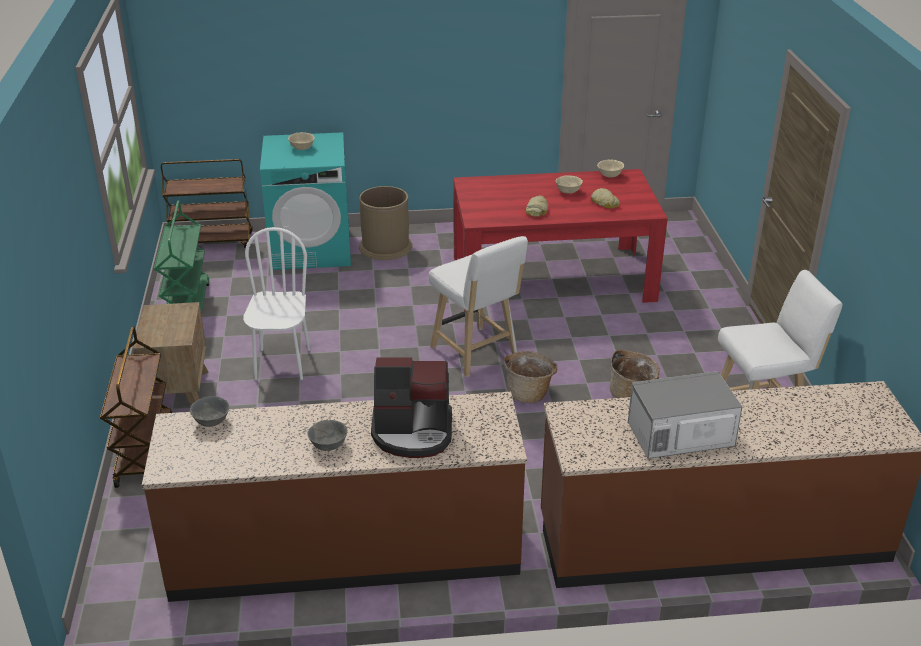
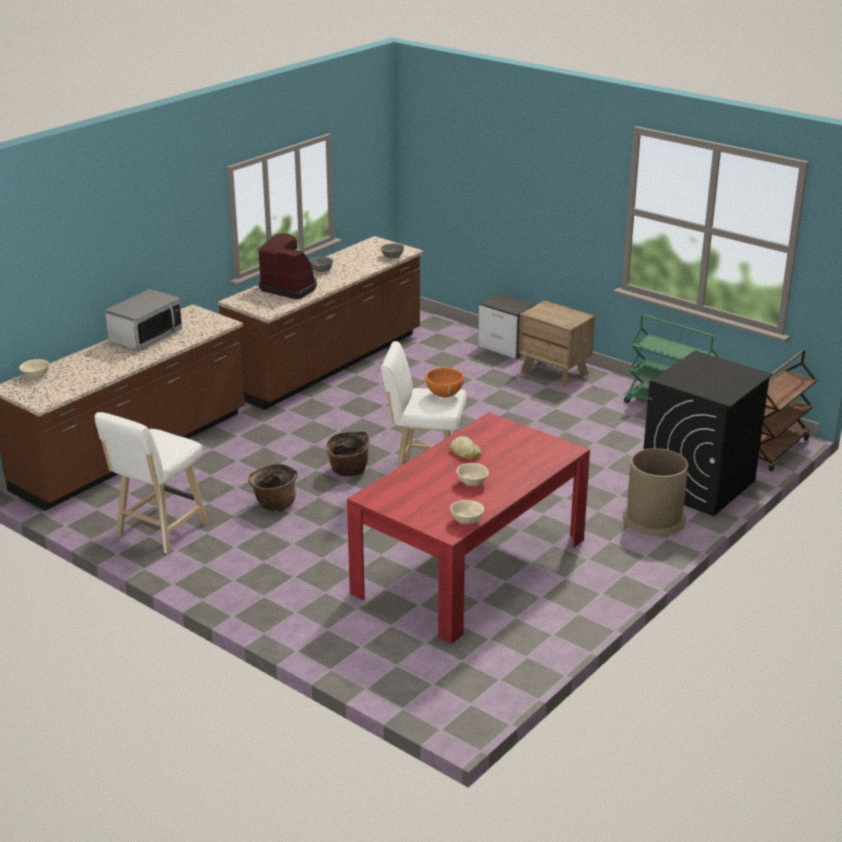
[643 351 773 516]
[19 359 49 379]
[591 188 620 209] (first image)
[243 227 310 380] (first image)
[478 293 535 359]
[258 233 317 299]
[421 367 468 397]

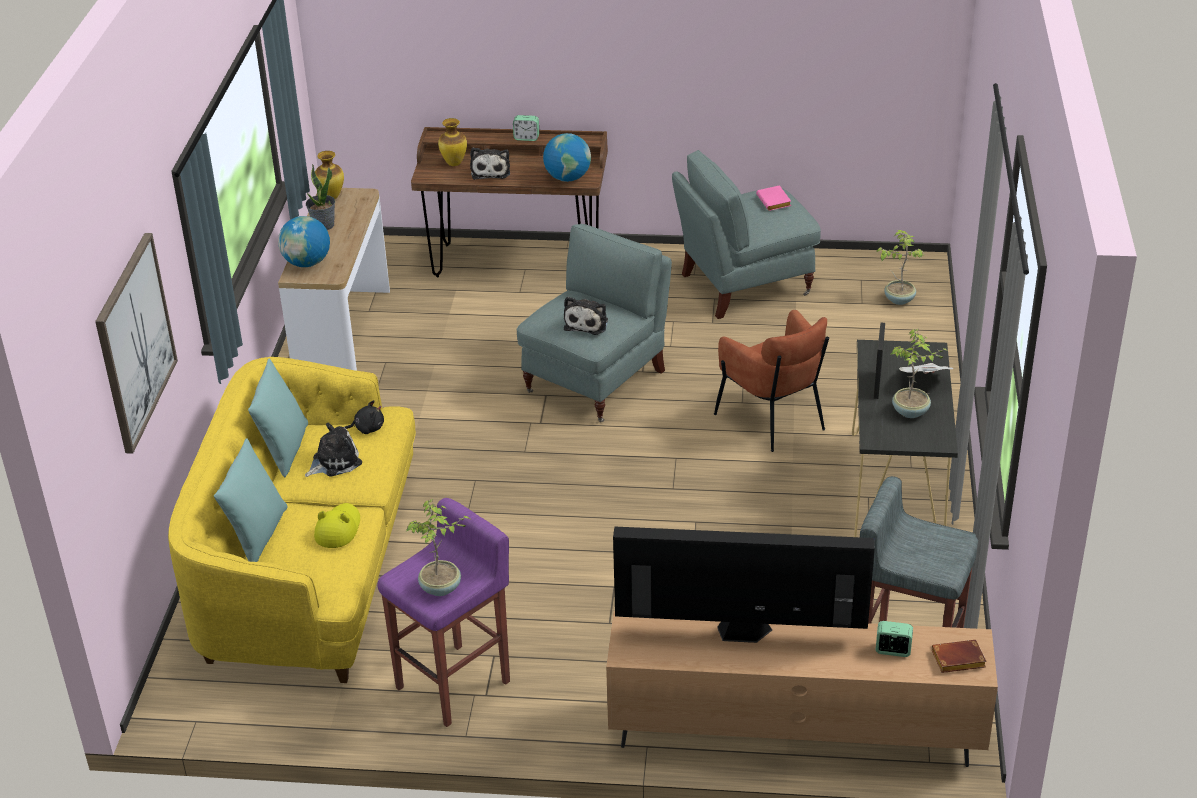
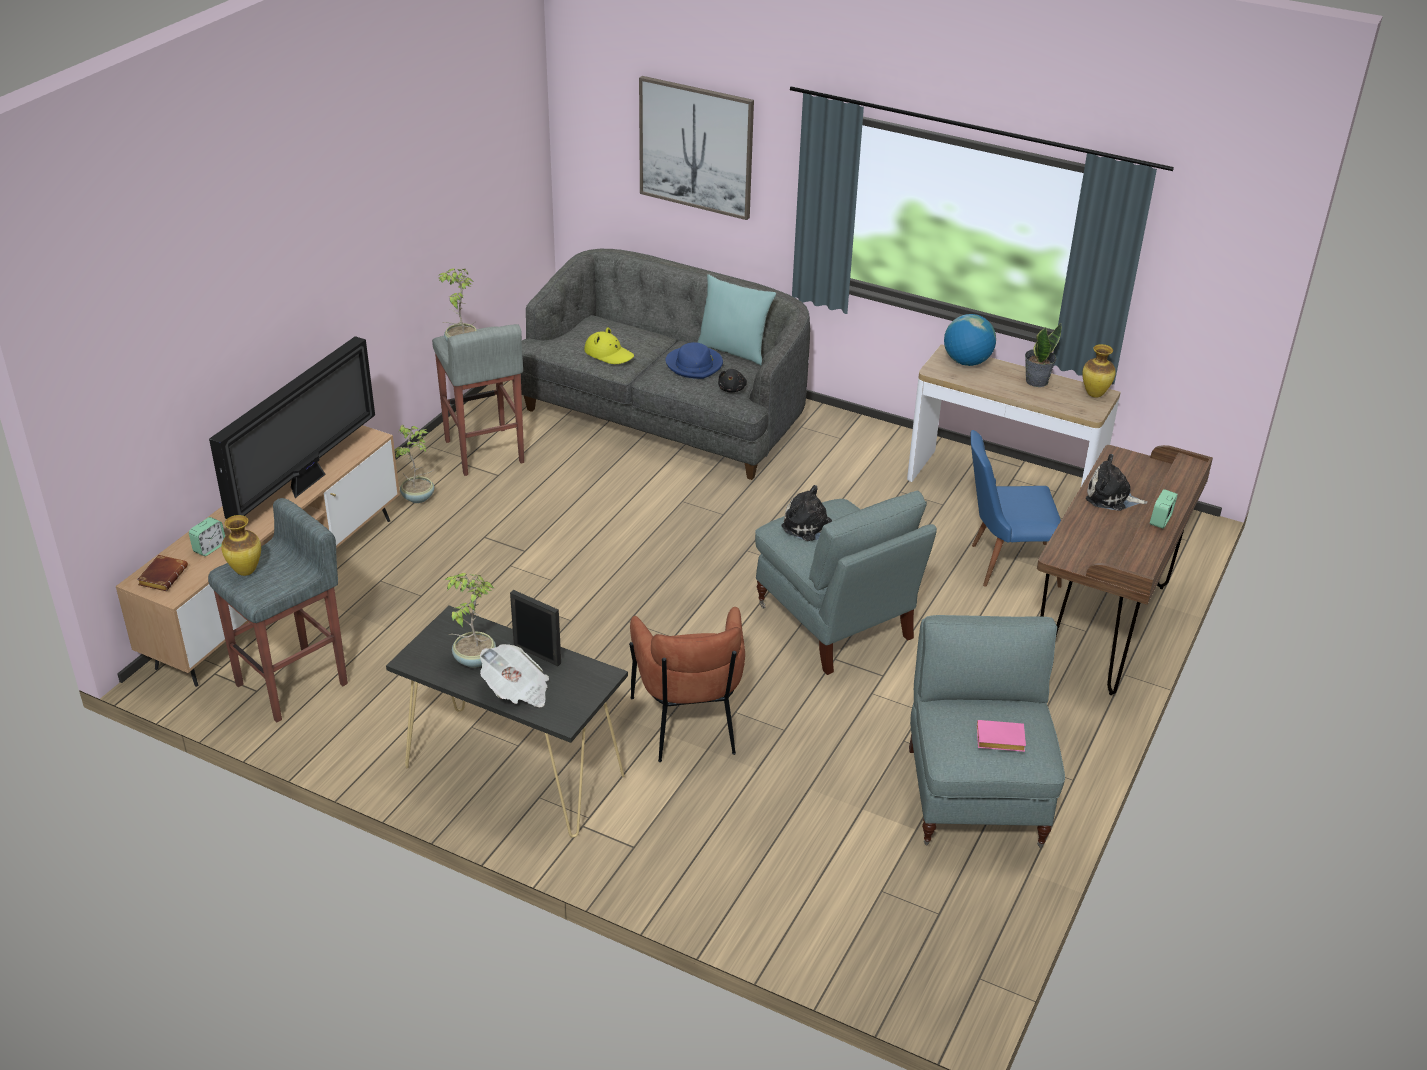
[221 515 261 576]
[543 133 591 182] (first image)
[395 425 435 503]
[629 607 745 762]
[521 249 810 480]
[666 342 723 379]
[214 438 288 562] (first image)
[432 324 524 476]
[970 430 1061 588]

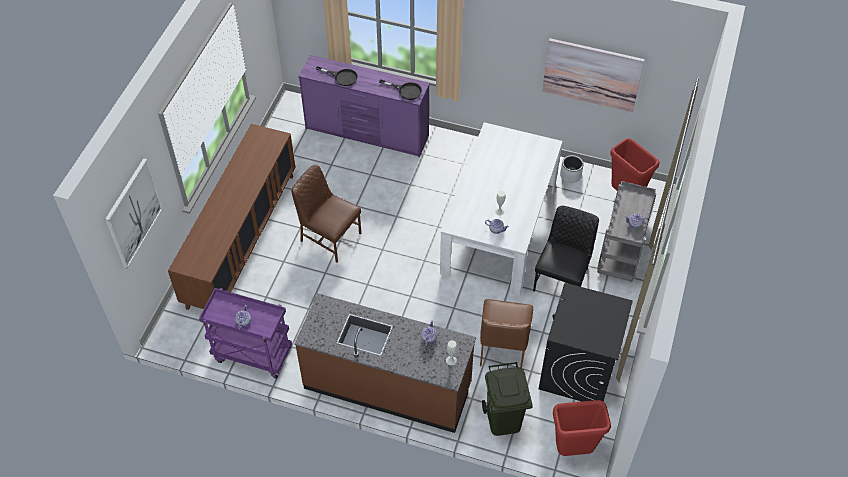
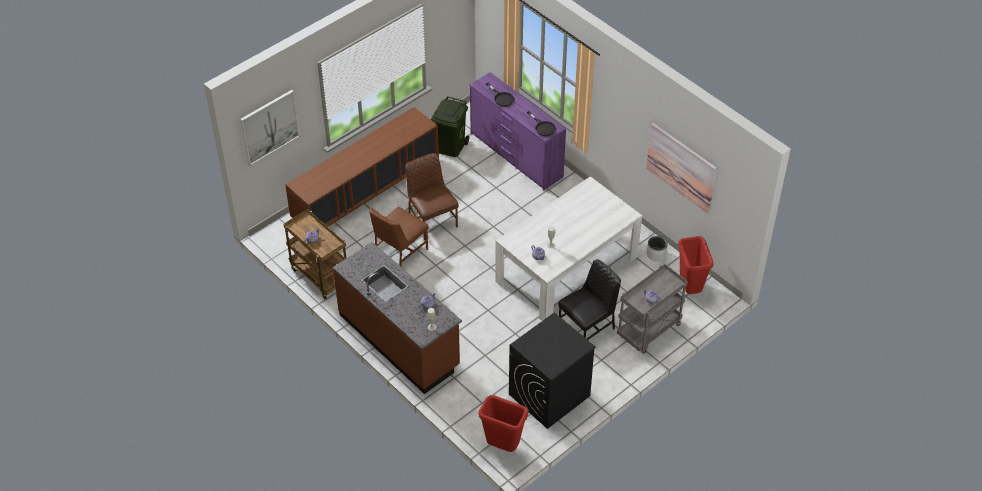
[283 209 346 300]
[369 207 429 267]
[431 96 469 157]

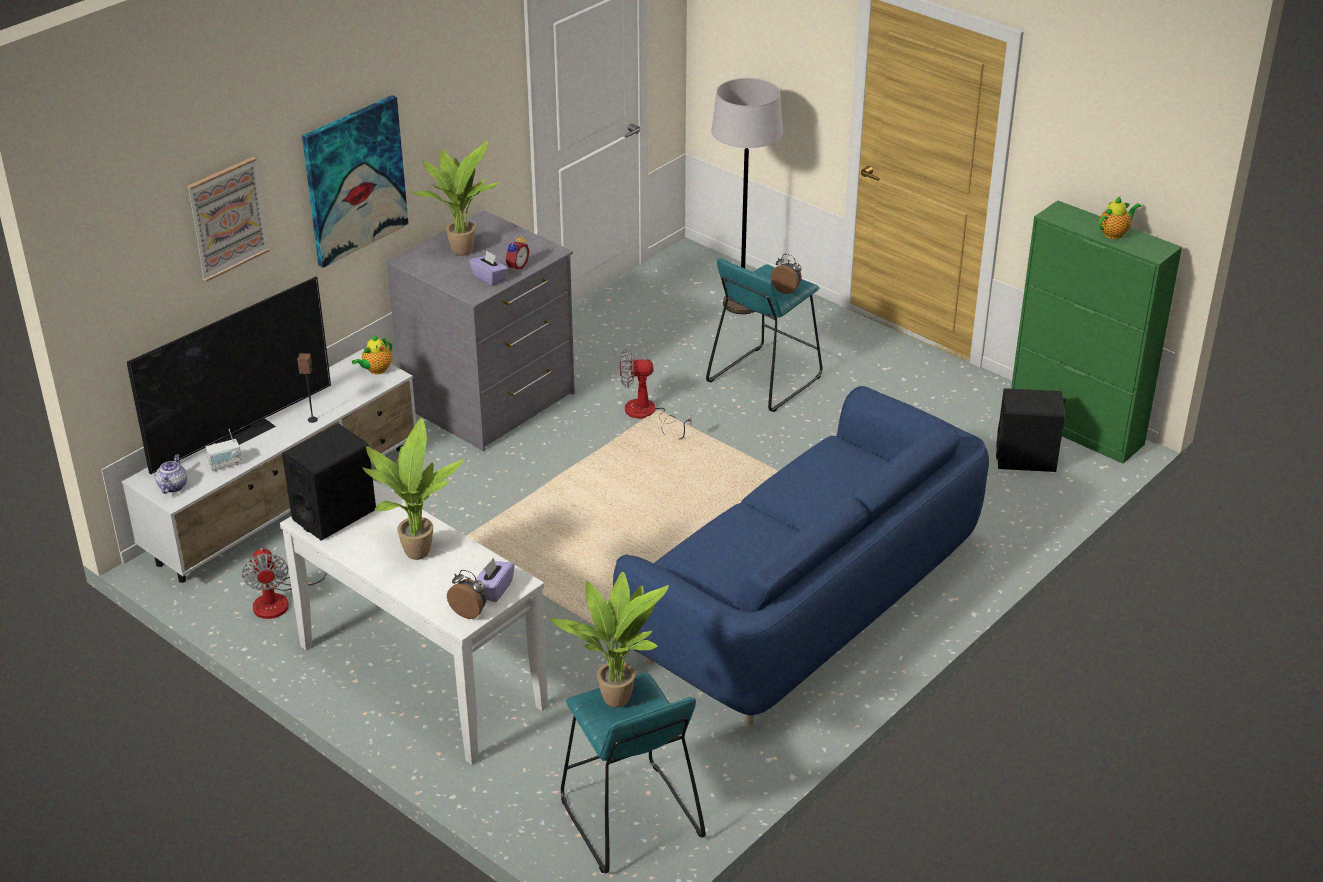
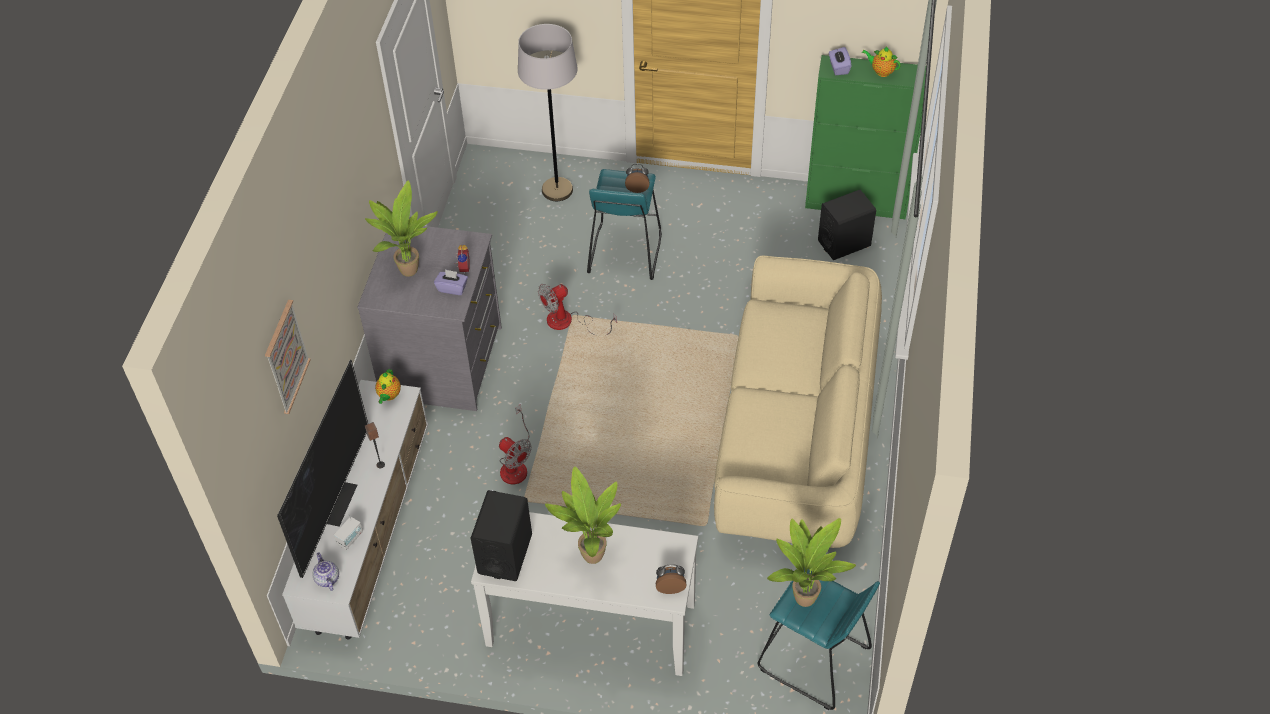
[302 95 409 268] (first image)
[862 46 901 77]
[714 256 882 548]
[499 404 532 484]
[829 47 852 75]

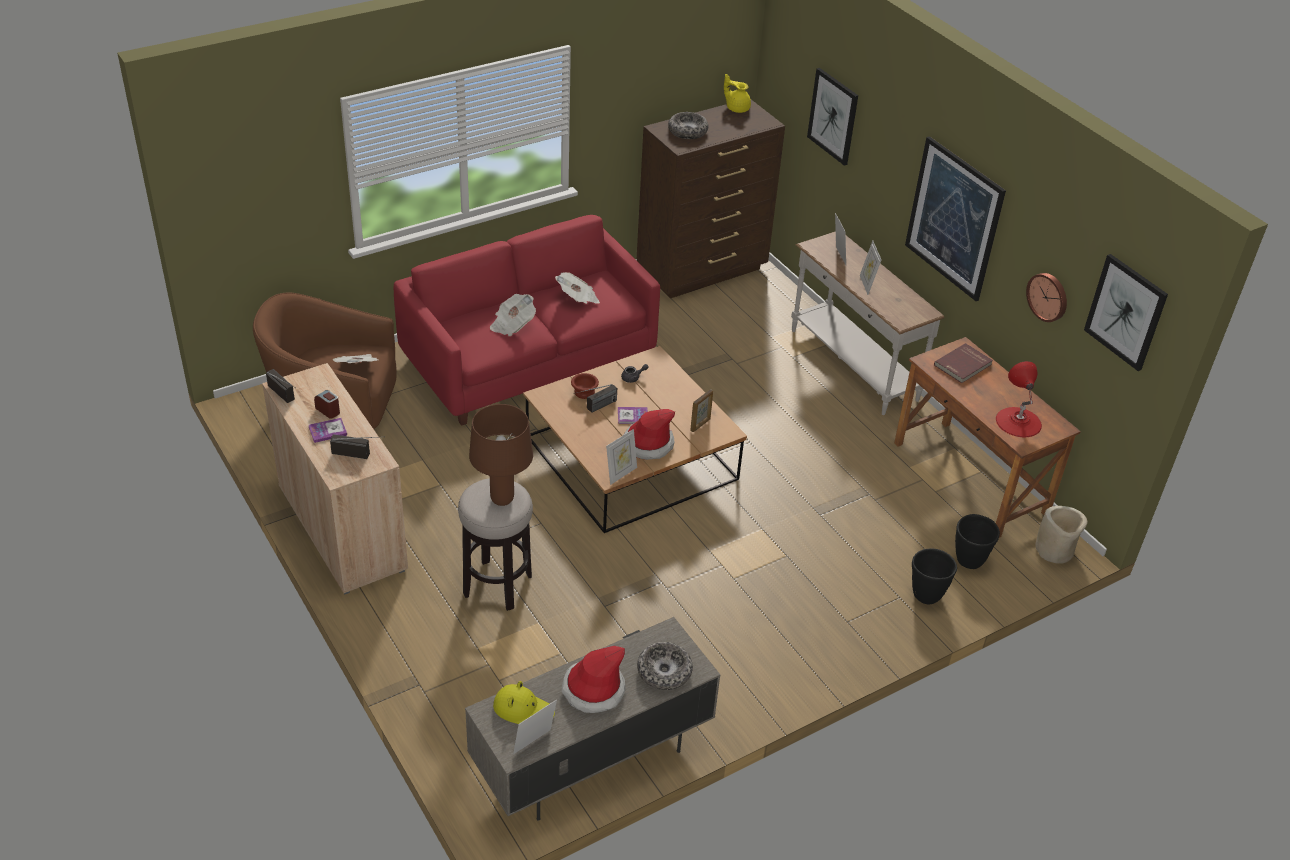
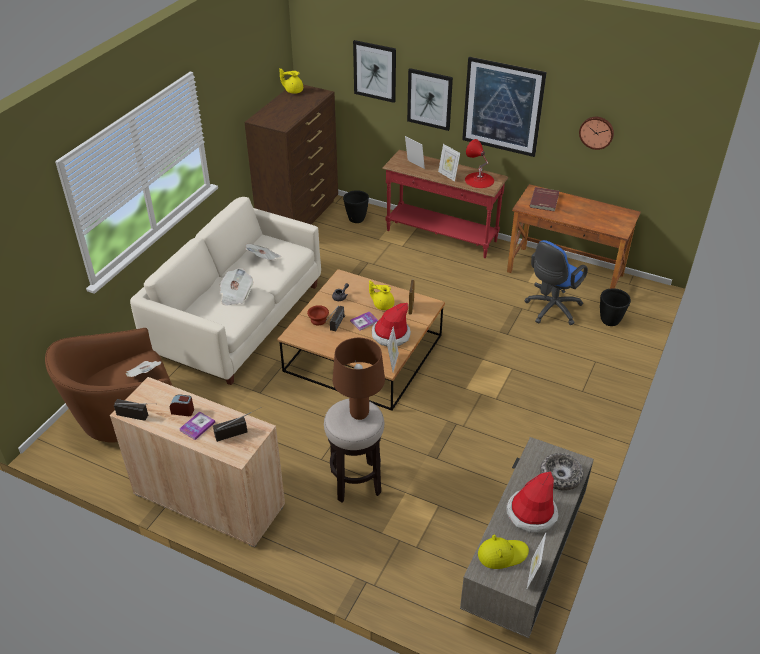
[668 112 708 139] (first image)
[130 197 321 385]
[382 150 508 258]
[407 68 453 131]
[465 139 494 188]
[1035 506 1087 564] (first image)
[343 190 369 223]
[525 240 588 325]
[369 281 394 310]

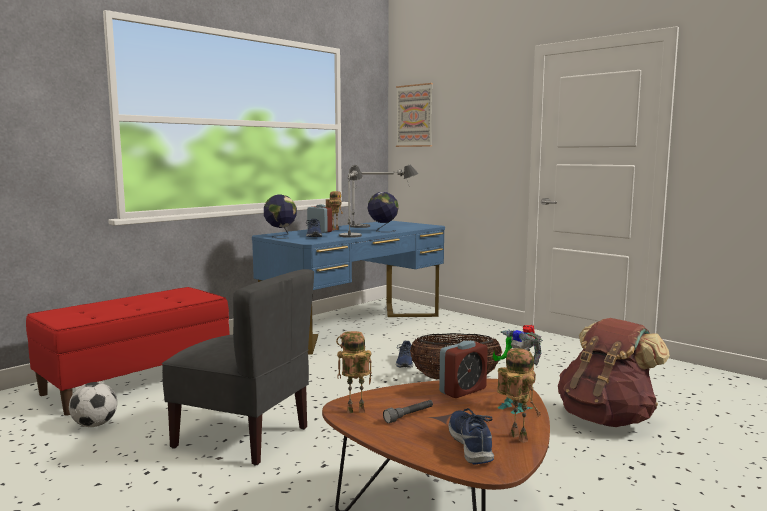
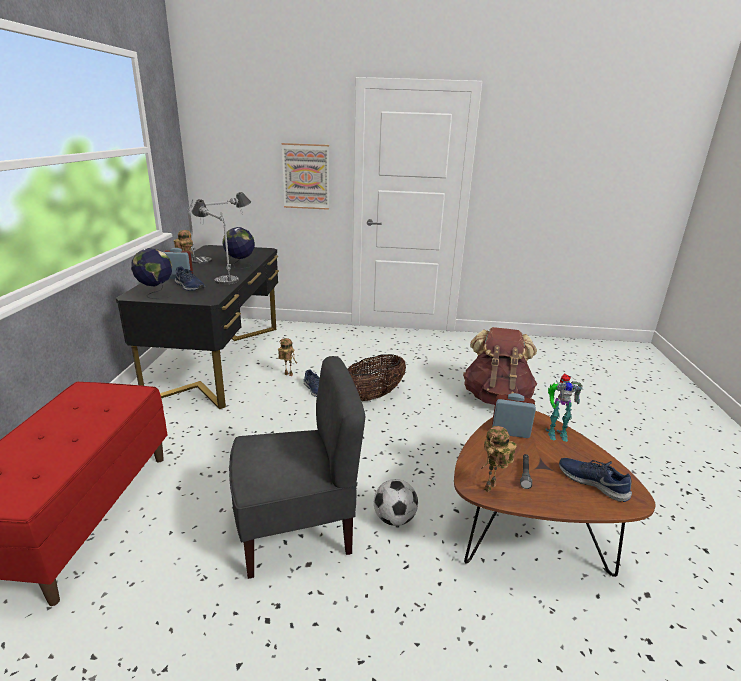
[281 143 329 210]
[116 245 279 409]
[492 393 536 438]
[278 338 297 376]
[374 479 418 526]

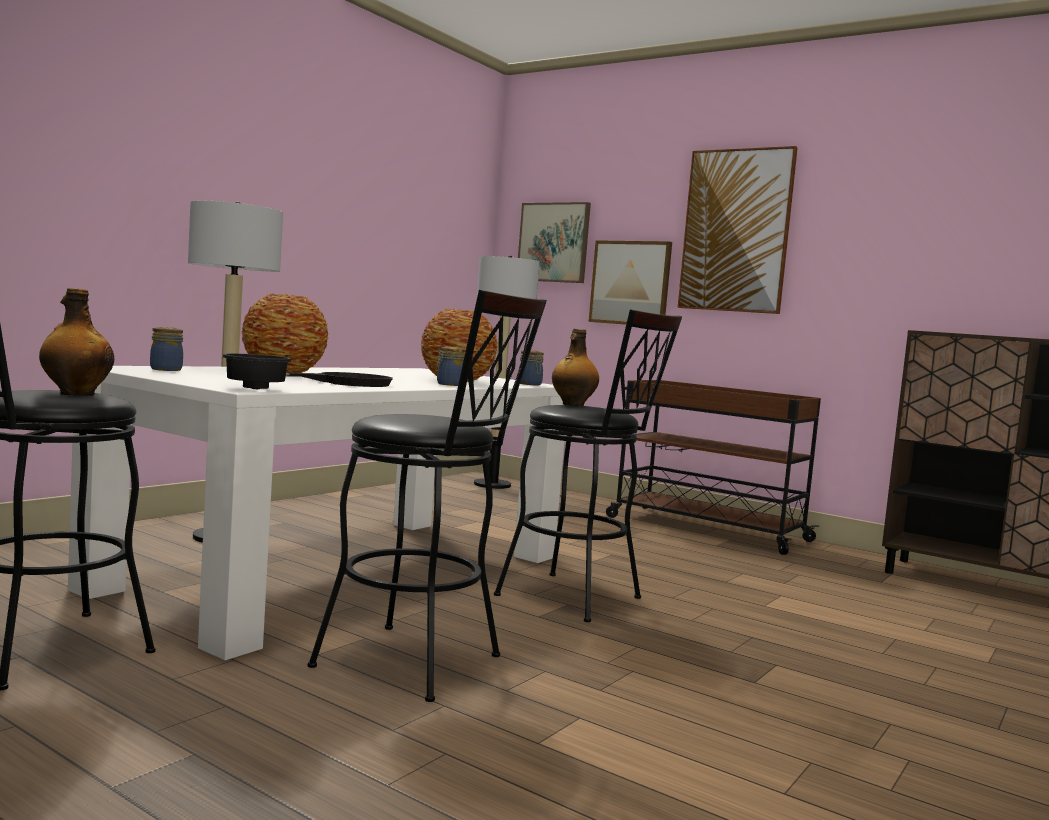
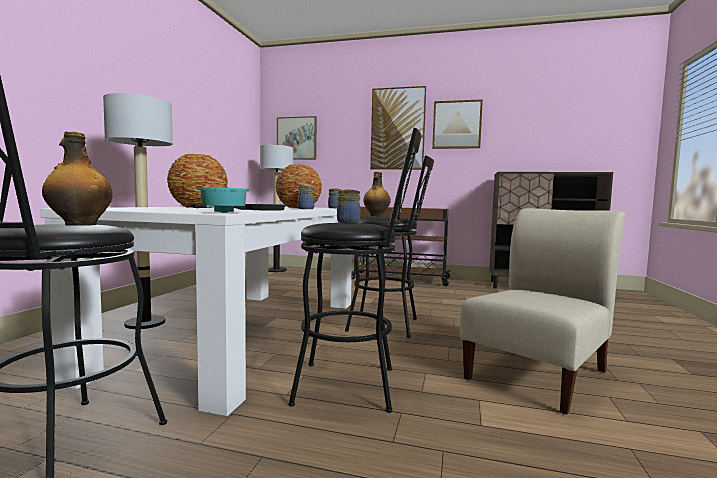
[432 99 483 149]
[337 190 361 223]
[197 187 249 213]
[460 208 625 415]

